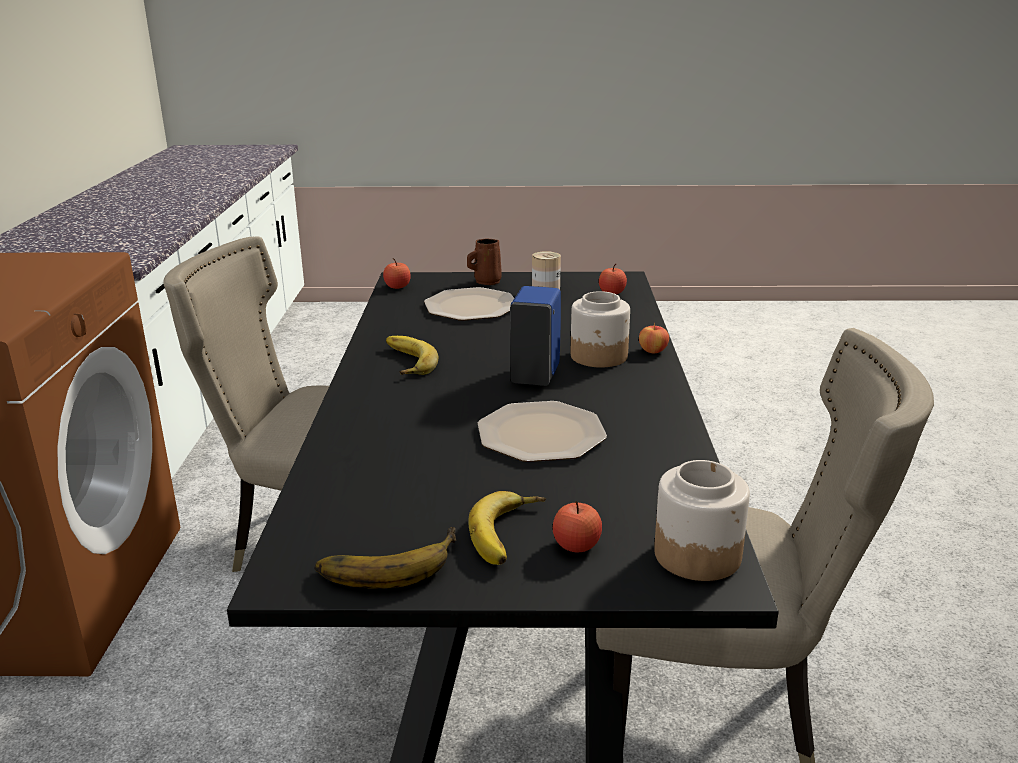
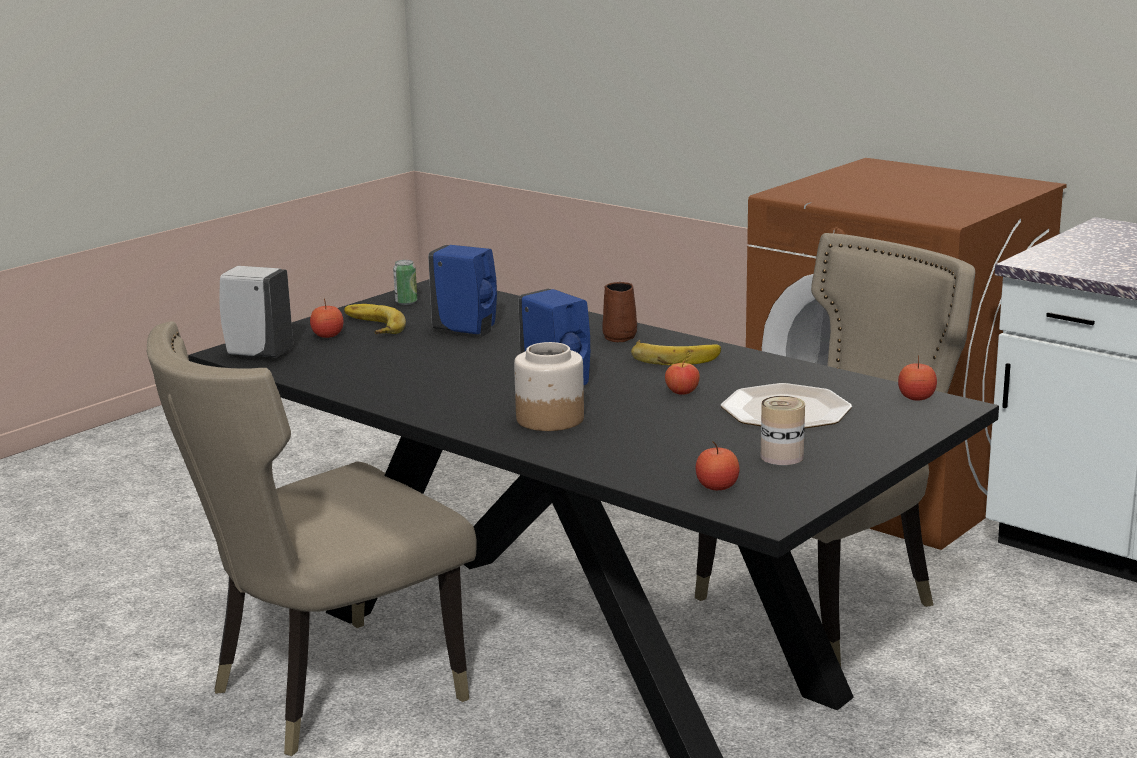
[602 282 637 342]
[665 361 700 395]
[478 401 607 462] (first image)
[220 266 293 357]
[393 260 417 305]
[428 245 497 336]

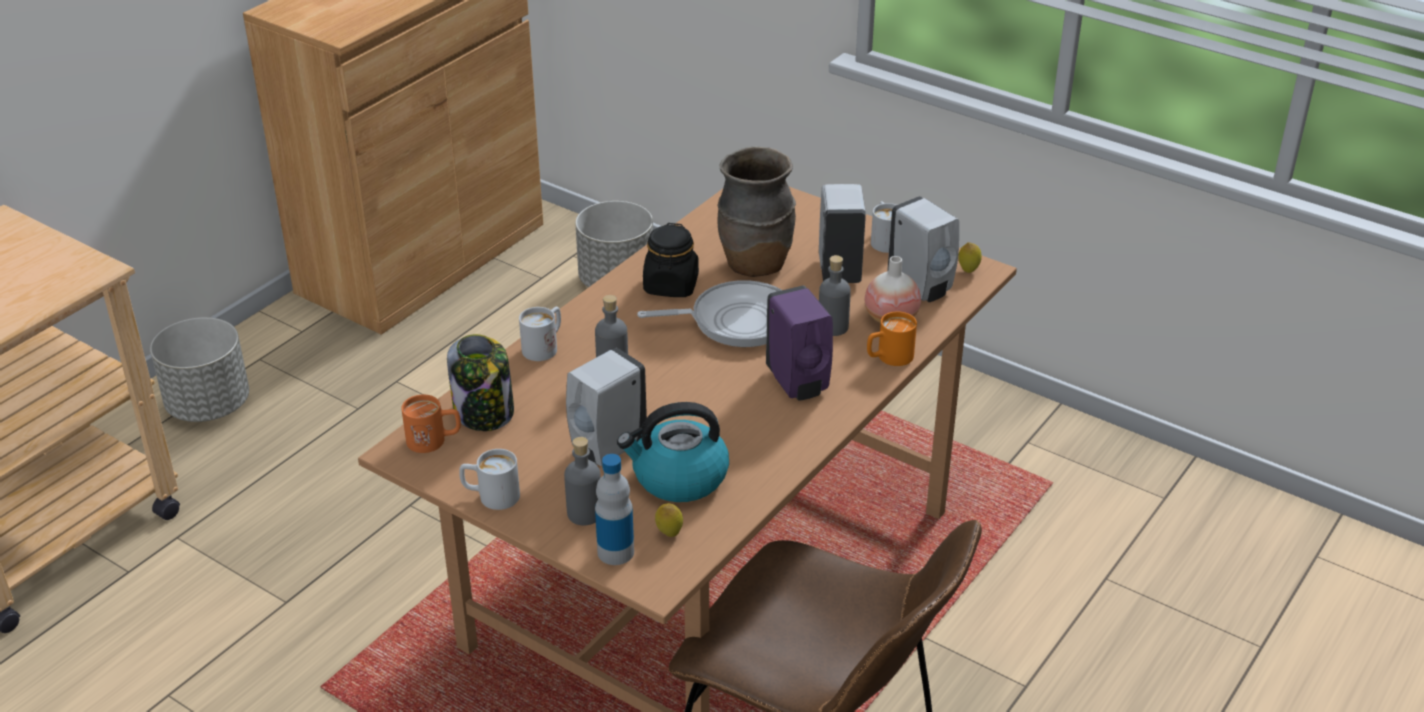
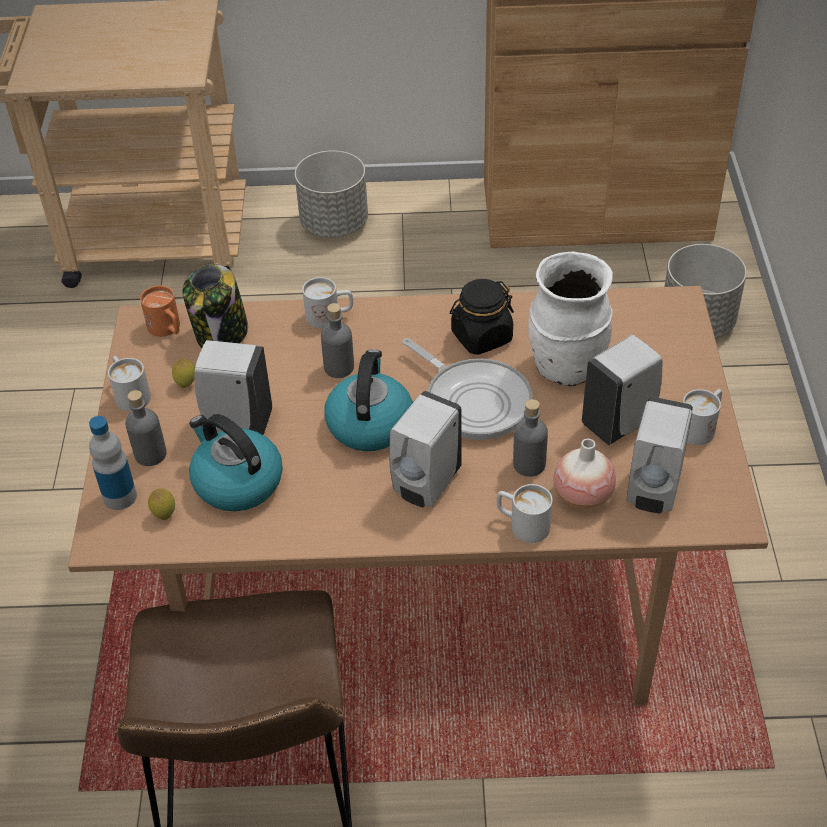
[528 251 613 386]
[172 358 195 388]
[389 391 461 507]
[497 484 553 543]
[324 349 413 451]

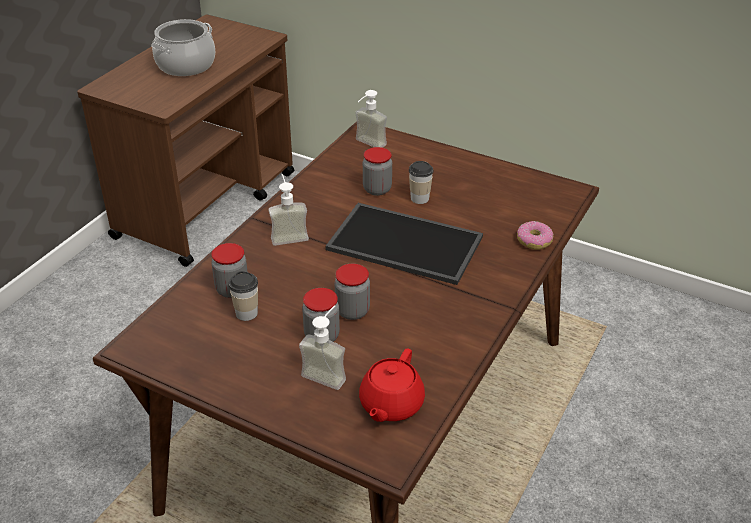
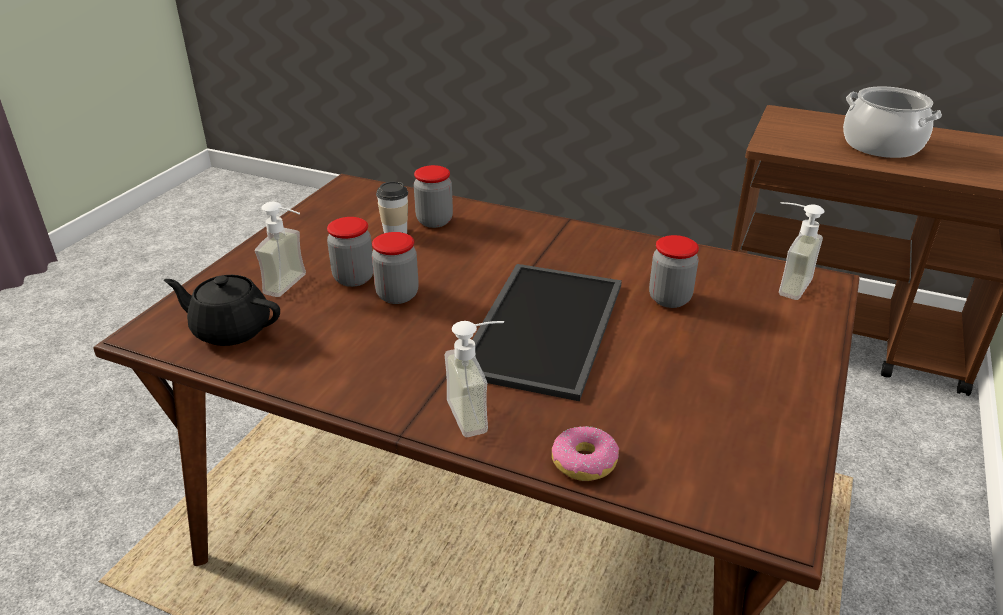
[409 161 433 204] (first image)
[444 321 504 437]
[164 275 280 346]

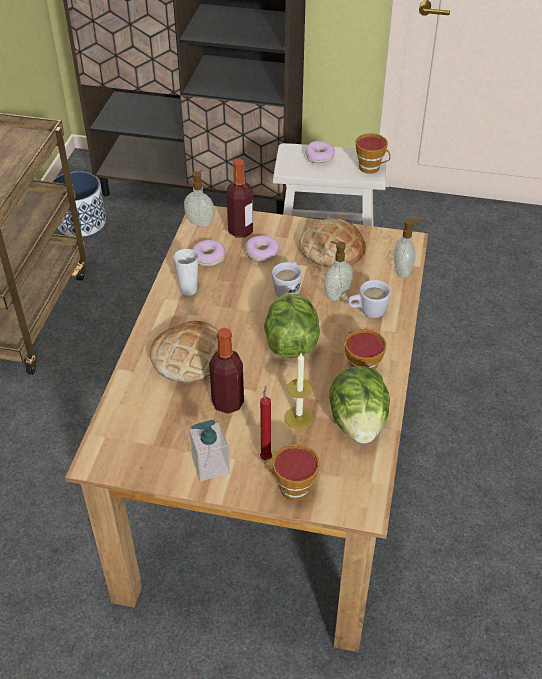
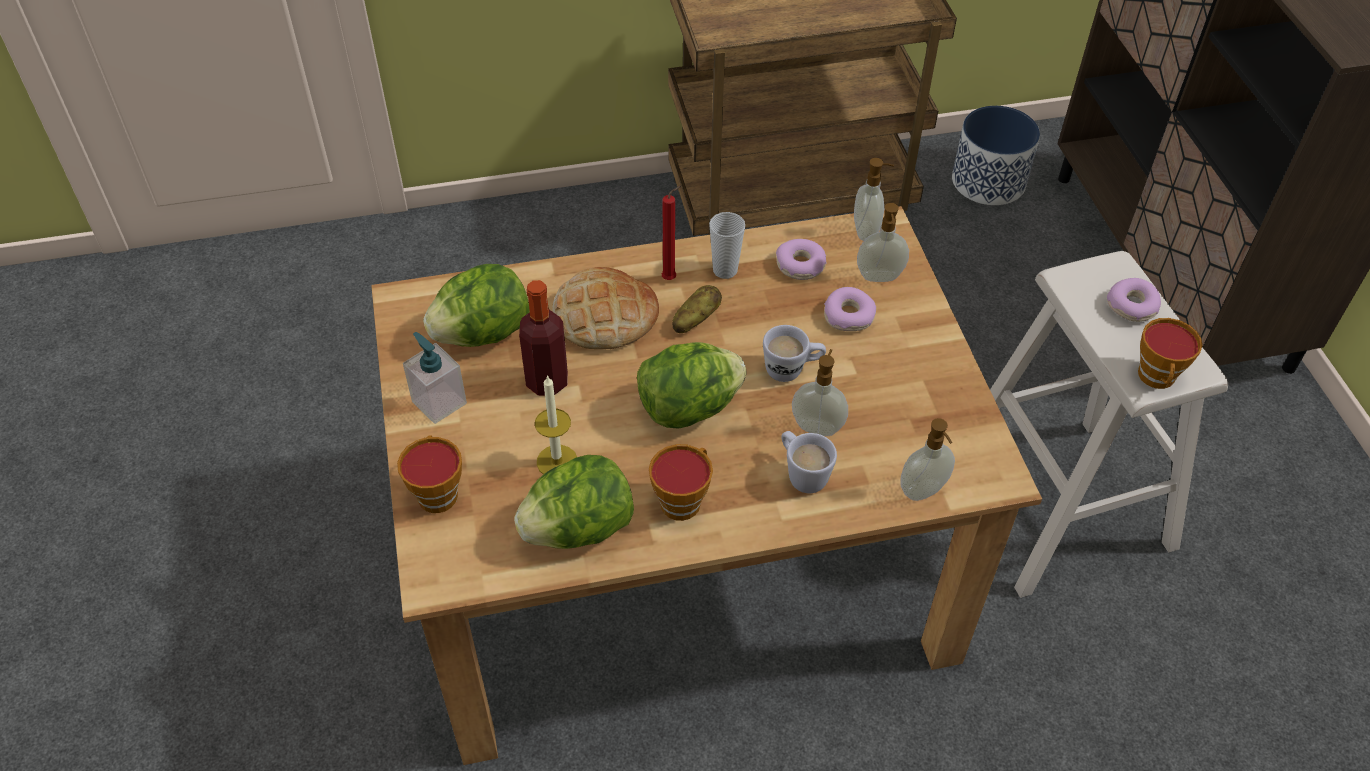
[857 203 909 282]
[299 219 366 267] (first image)
[662 186 681 280]
[423 264 530 347]
[672 285 722 333]

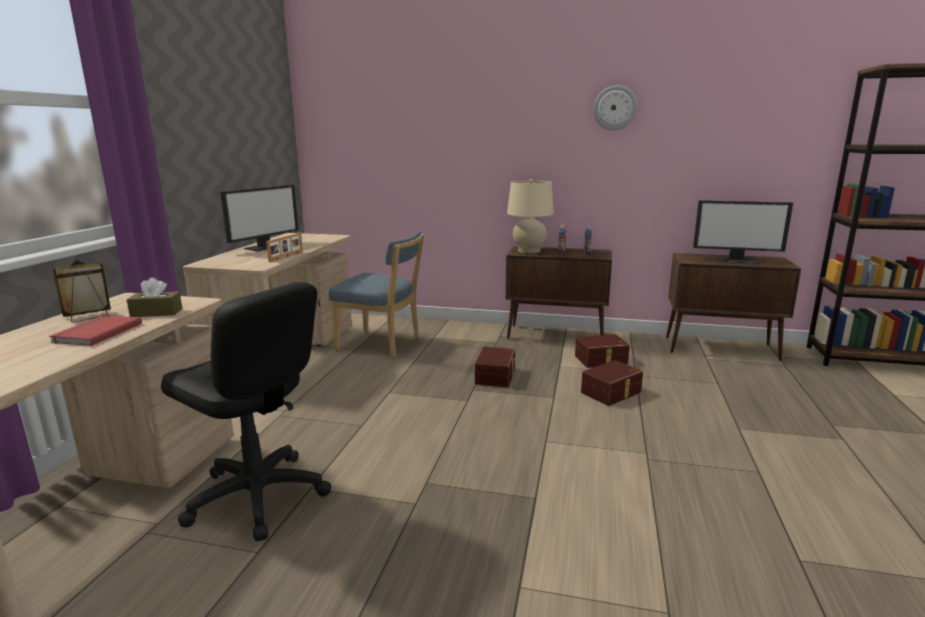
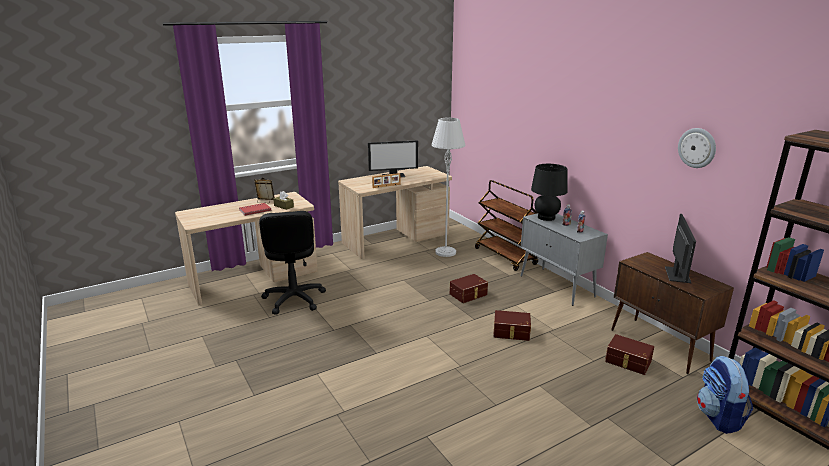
[678 128 716 168]
[531 164 568 221]
[665 214 696 283]
[432 118 466 257]
[521 213 608 306]
[605 334 654 375]
[475 180 538 271]
[697 356 753 434]

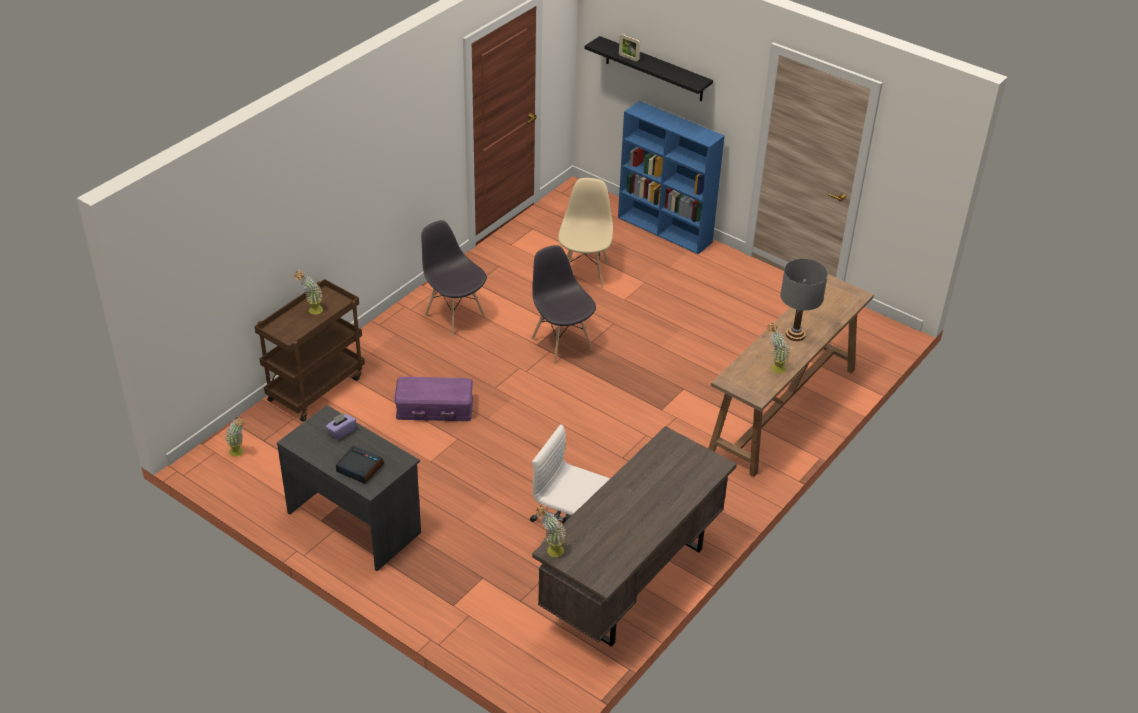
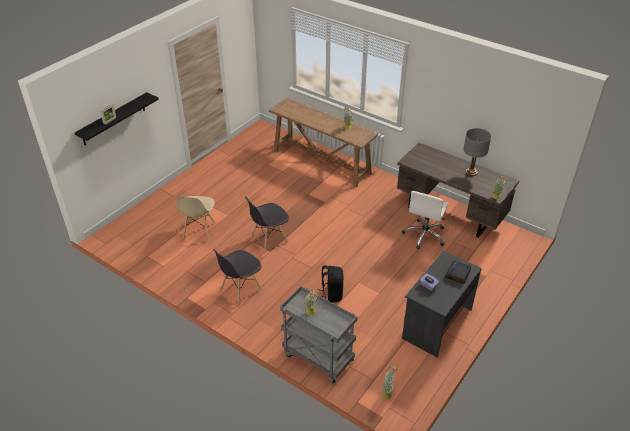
[618 101 724 254] (first image)
[177 196 216 241]
[463 128 491 176]
[280 286 358 384]
[317 265 343 303]

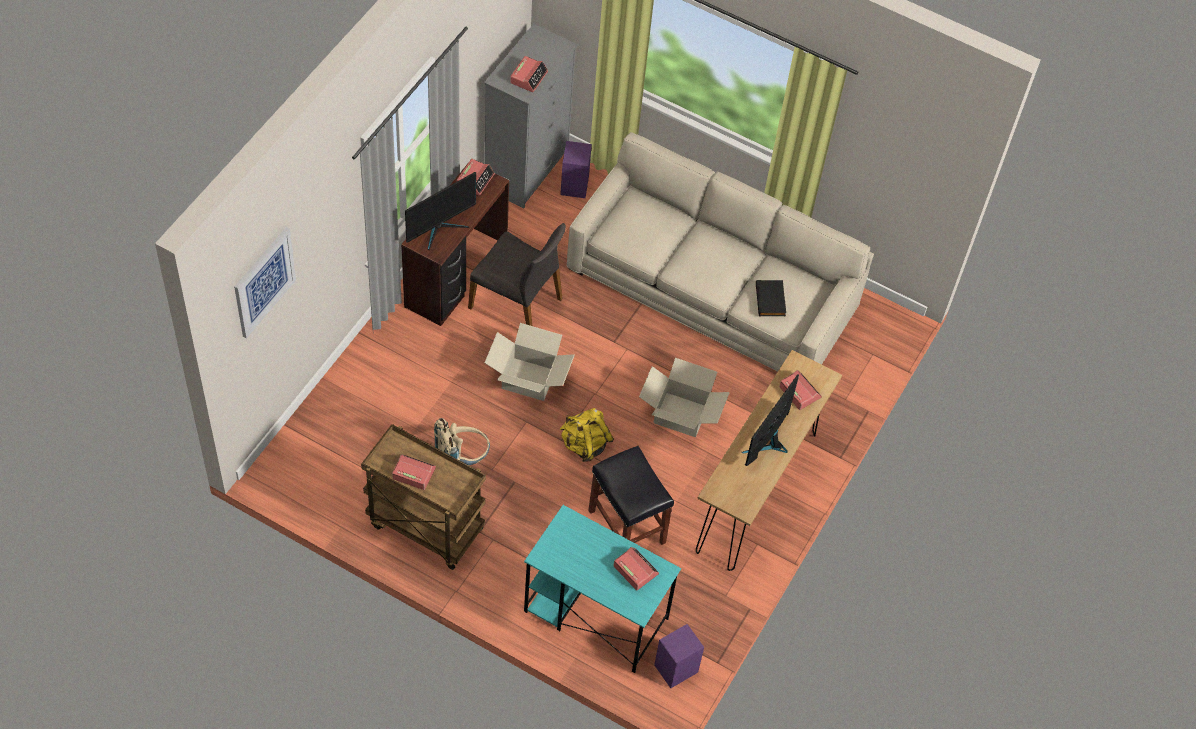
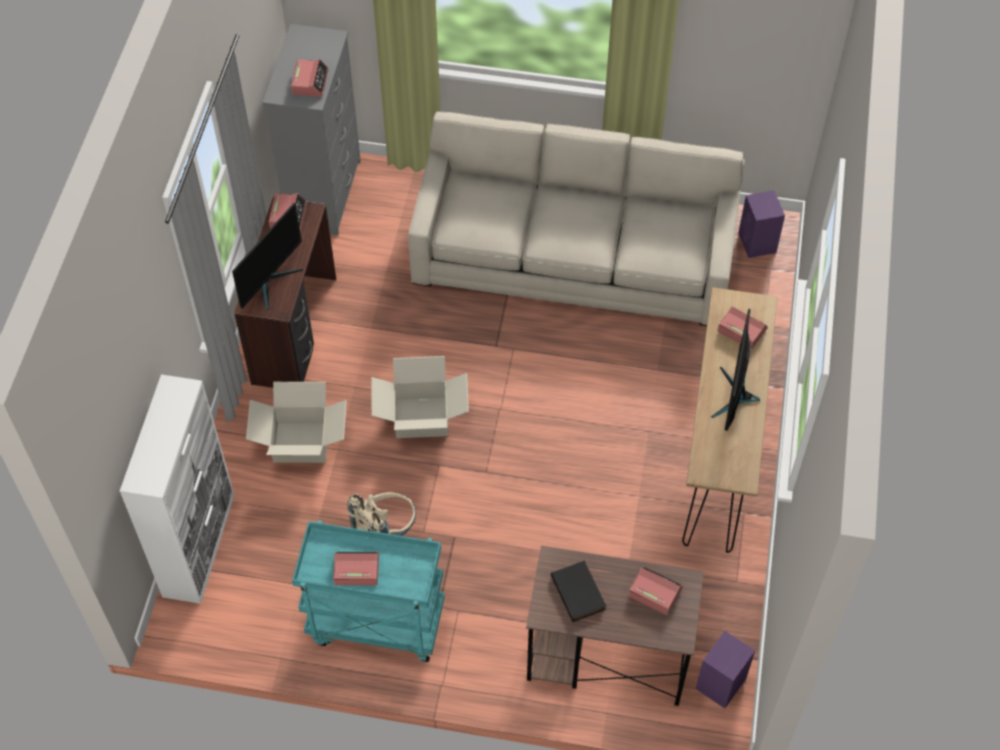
[738 190 785 258]
[468 223 566 326] (first image)
[234 227 296 339] (first image)
[551 560 606 622]
[246 382 347 463]
[560 408 614 462] (first image)
[292 520 445 662]
[588 446 674 545] (first image)
[526 546 704 706]
[120 374 234 604]

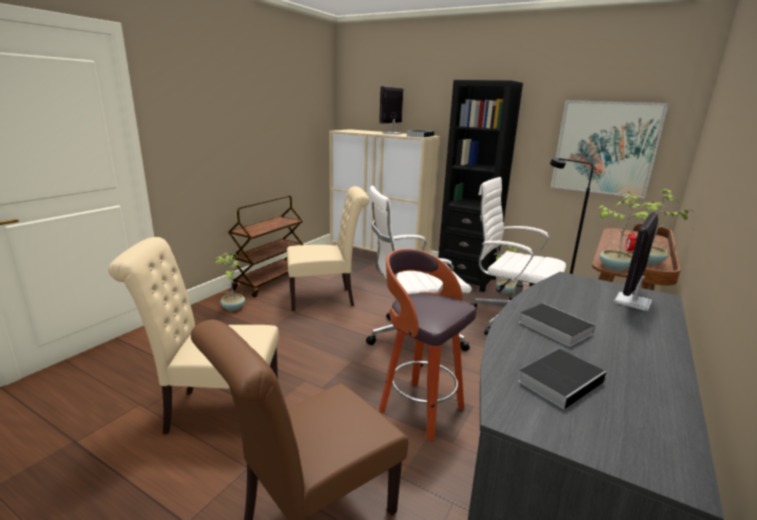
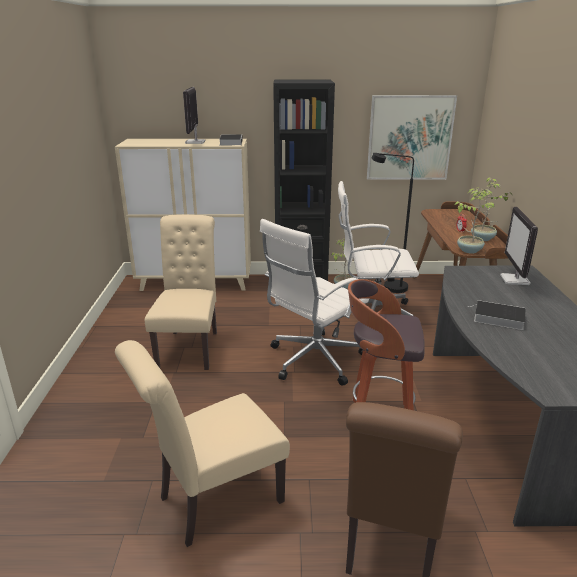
[145 215 217 370]
[228 195 304 297] (first image)
[215 253 245 311] (first image)
[518 349 607 409] (first image)

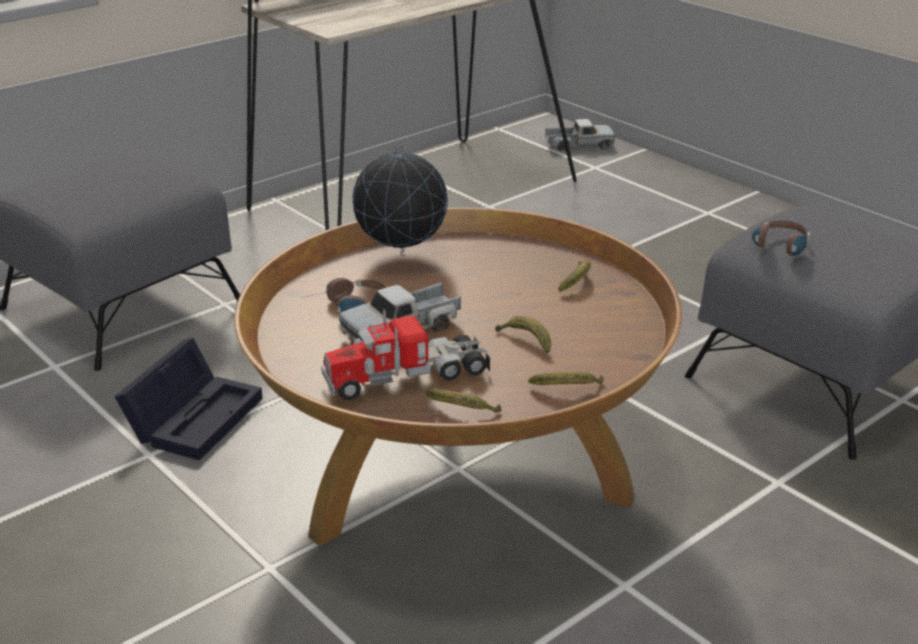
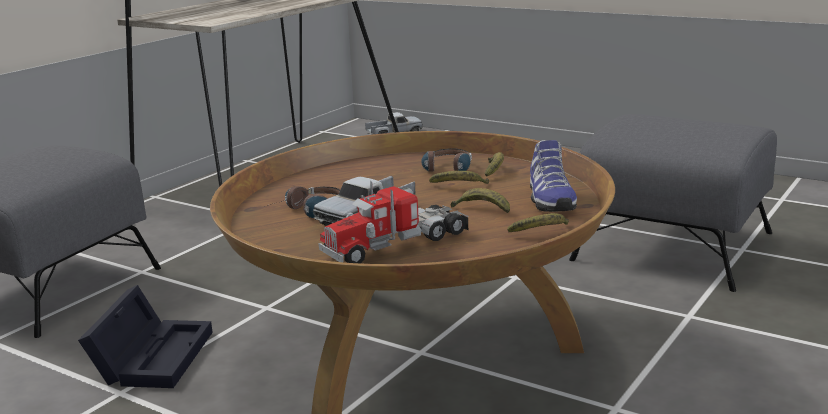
[352 144 448 256] (first image)
[421 148 472 172]
[429 171 489 184]
[530 140 577 212]

